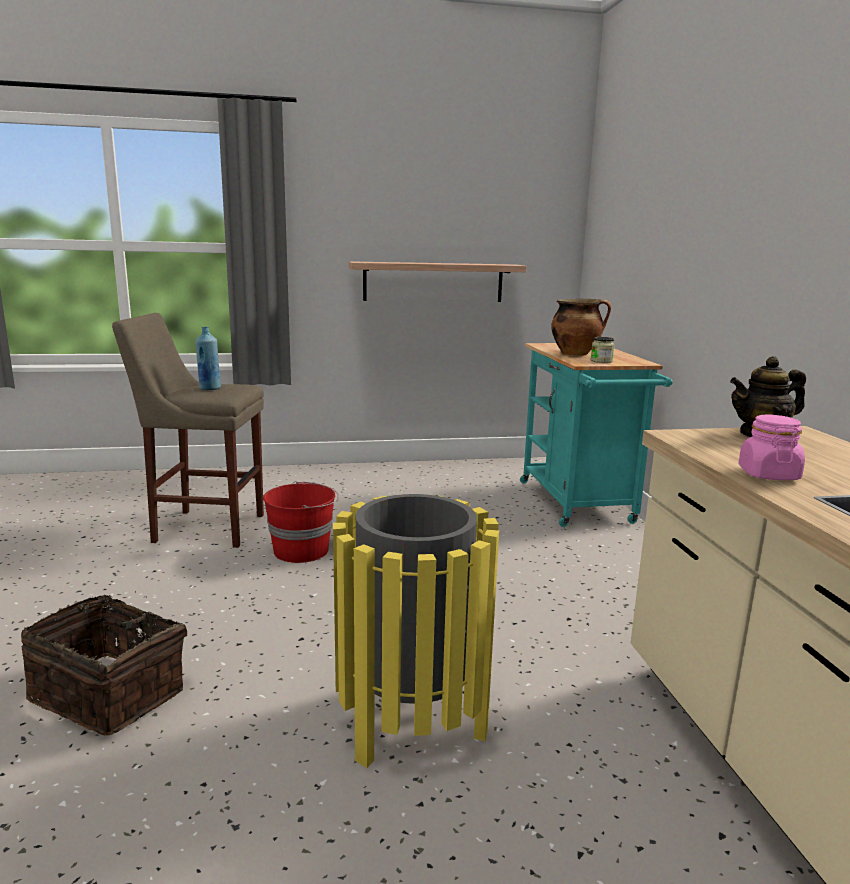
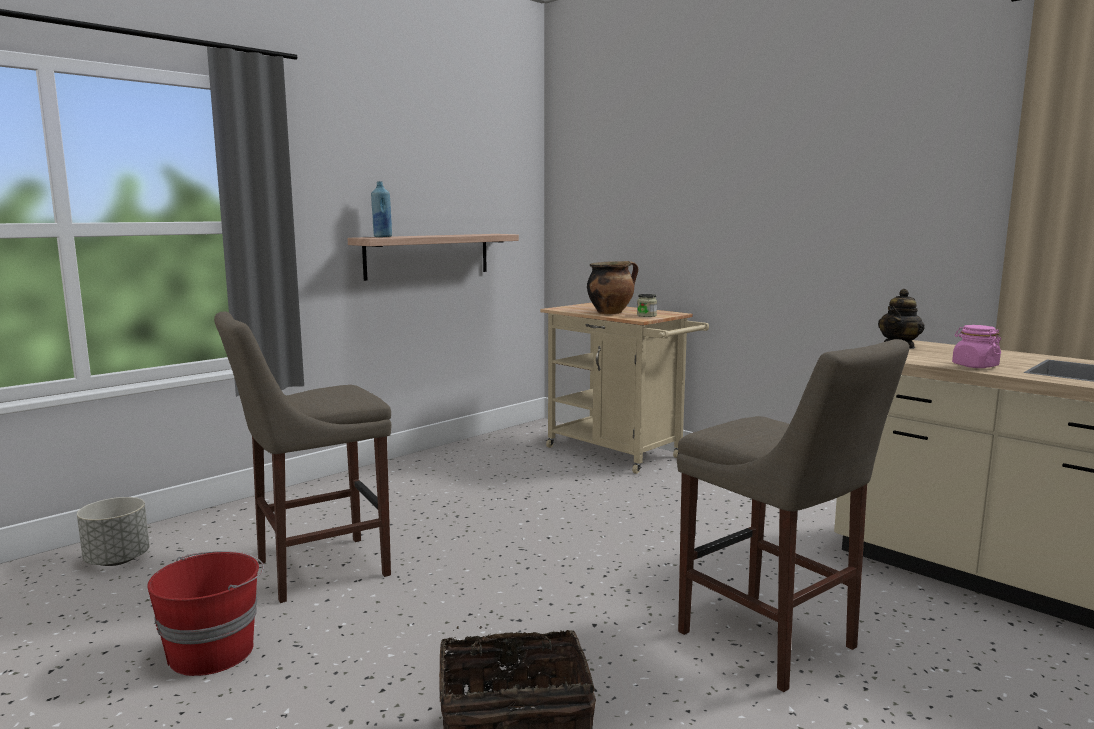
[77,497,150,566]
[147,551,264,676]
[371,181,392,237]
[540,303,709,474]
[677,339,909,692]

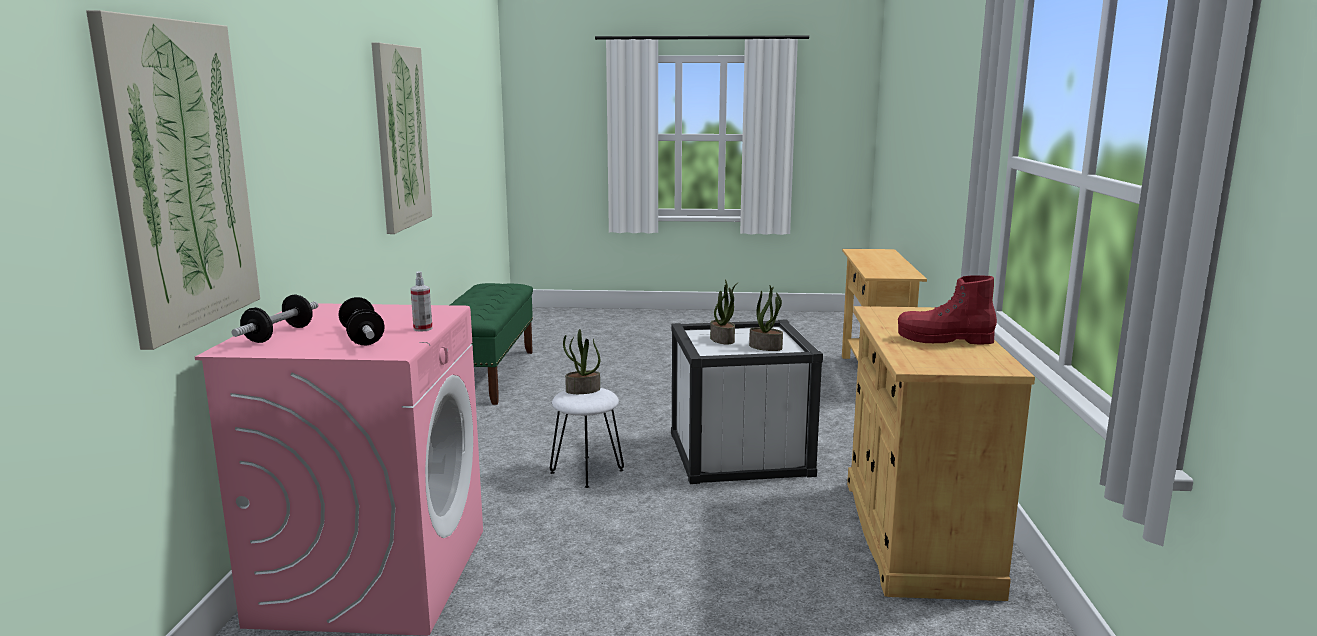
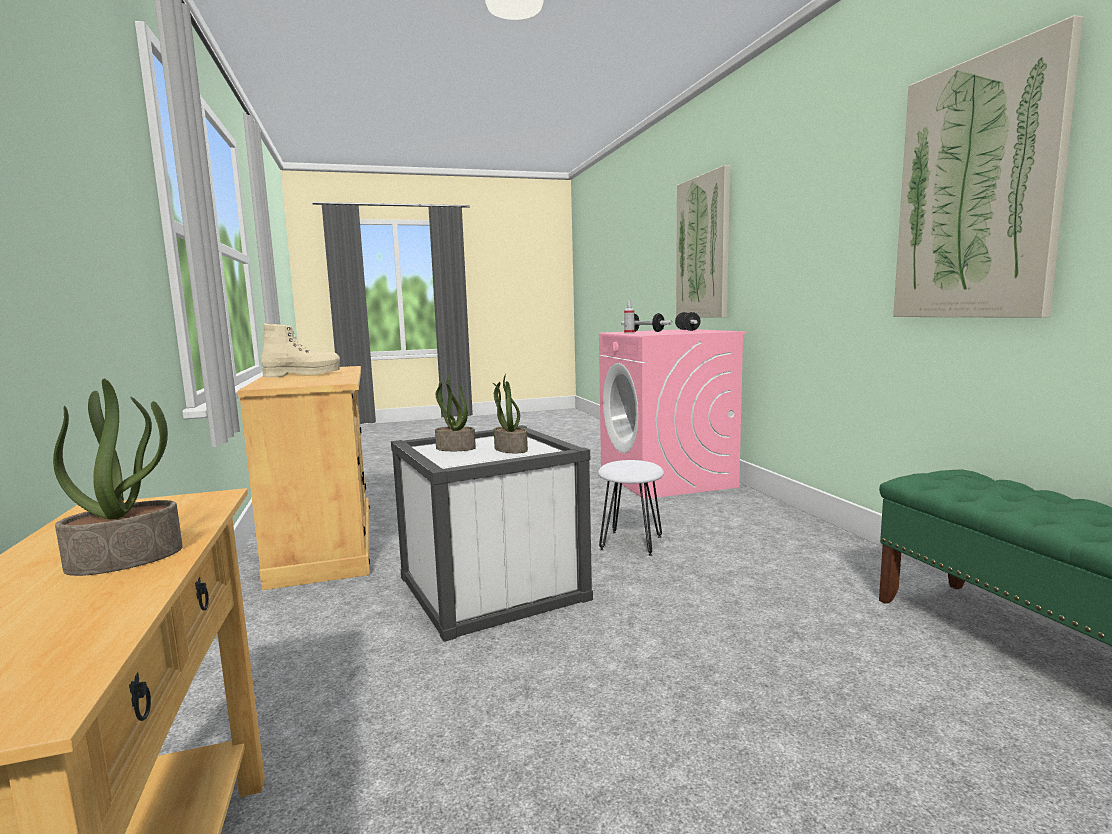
[53,379,183,576]
[261,323,340,377]

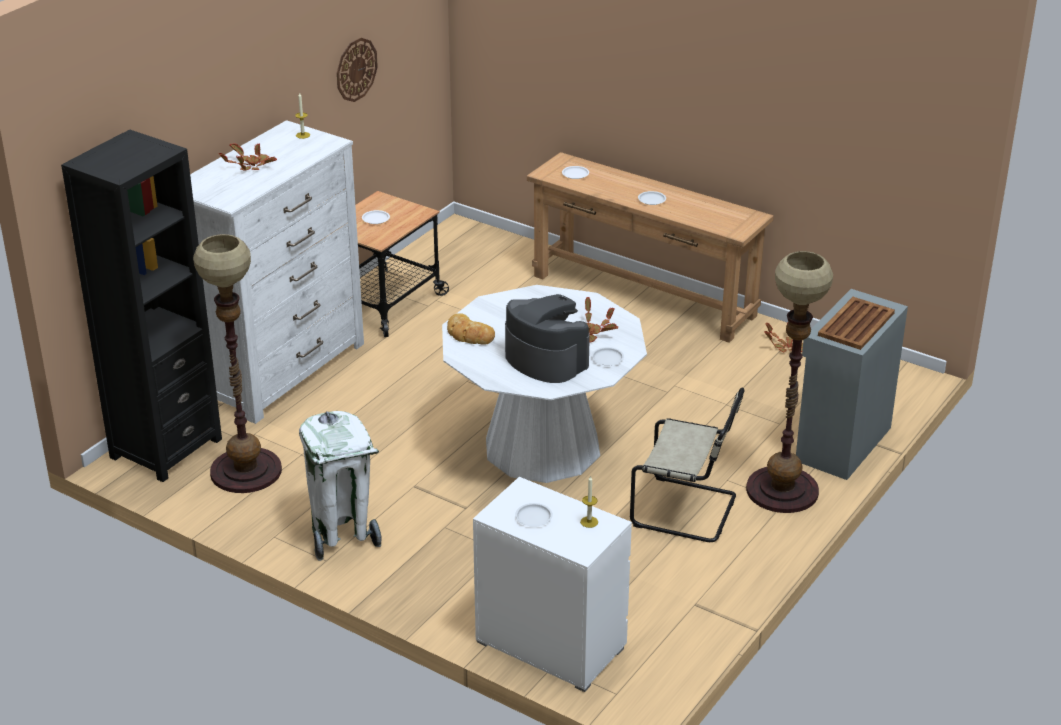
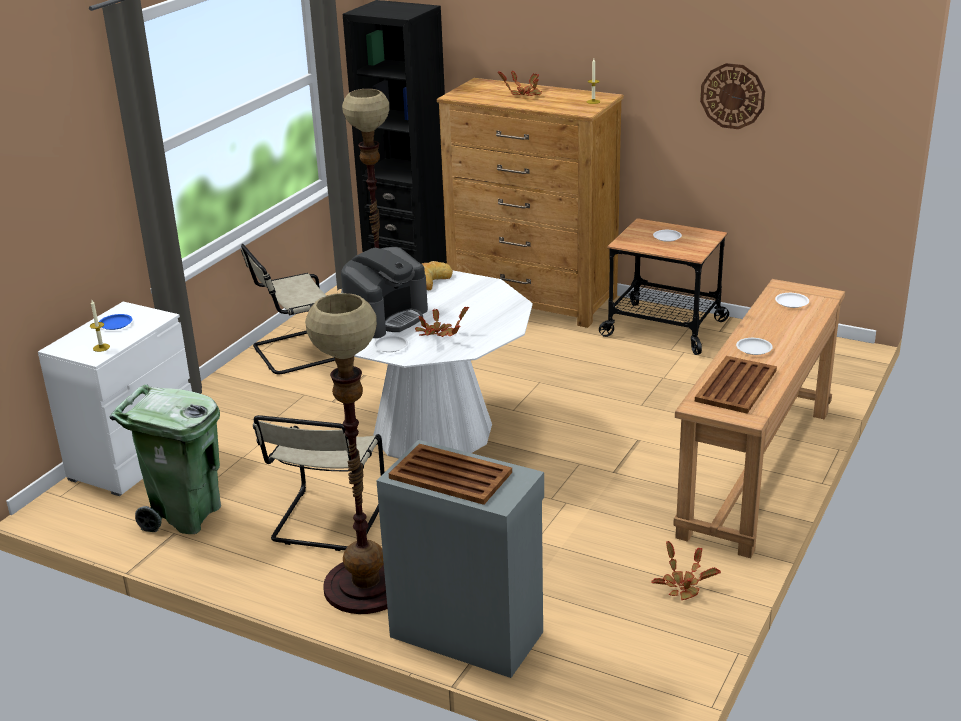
[99,314,133,330]
[109,384,221,534]
[241,244,335,374]
[437,78,624,328]
[695,356,777,414]

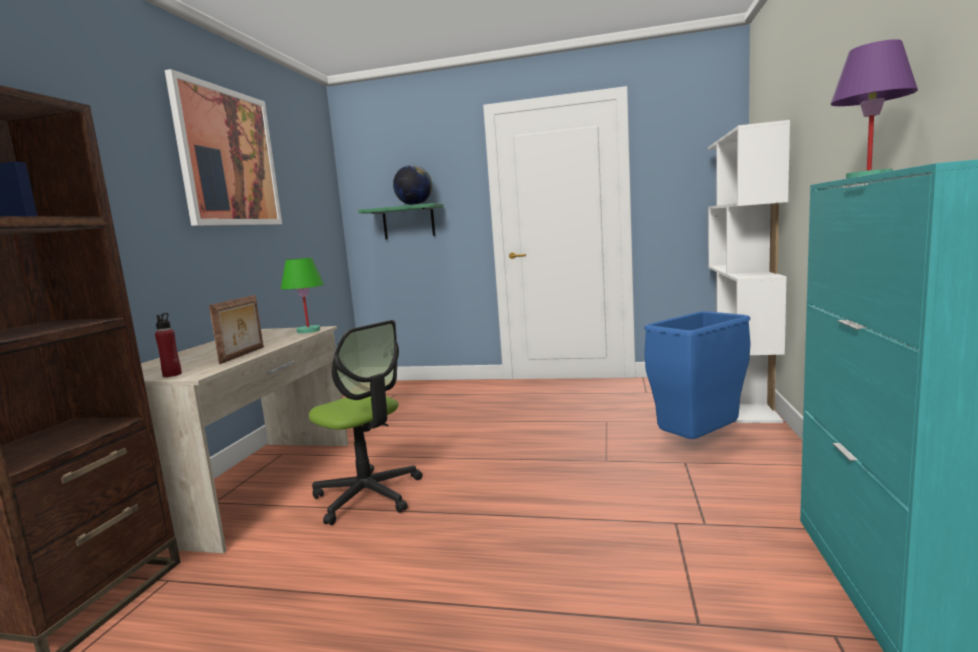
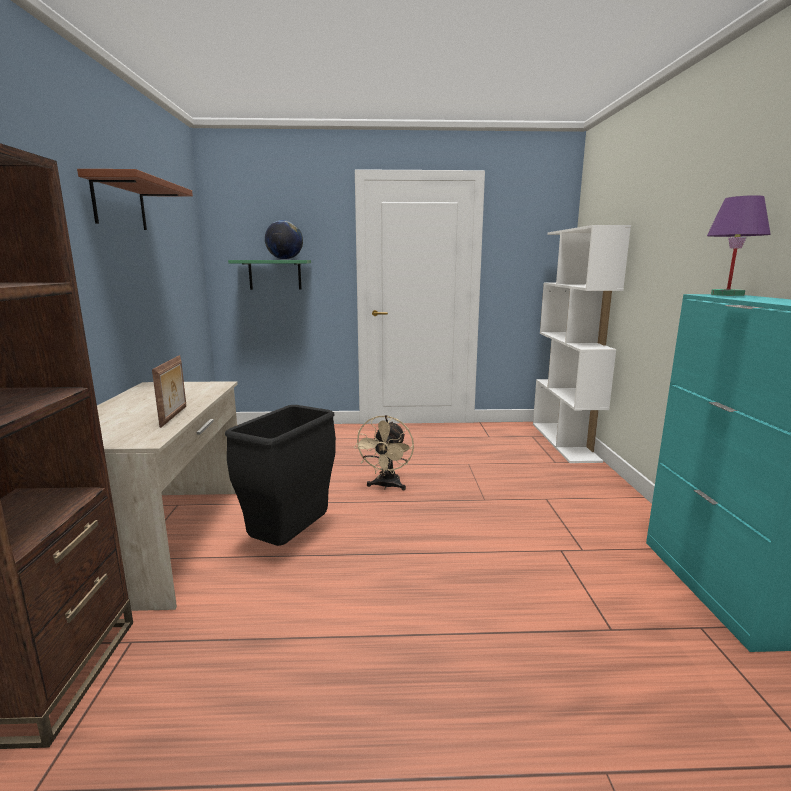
[77,169,193,230]
[225,405,336,546]
[354,415,414,490]
[155,313,182,377] (first image)
[281,258,324,333] (first image)
[644,311,750,439] (first image)

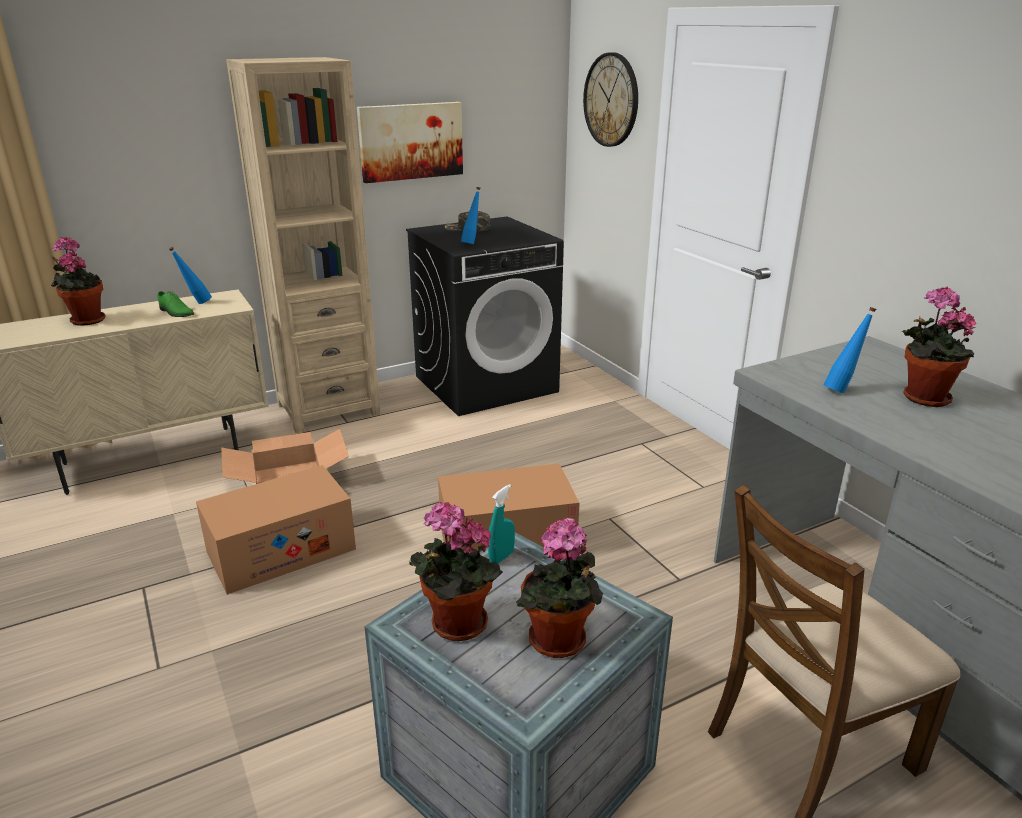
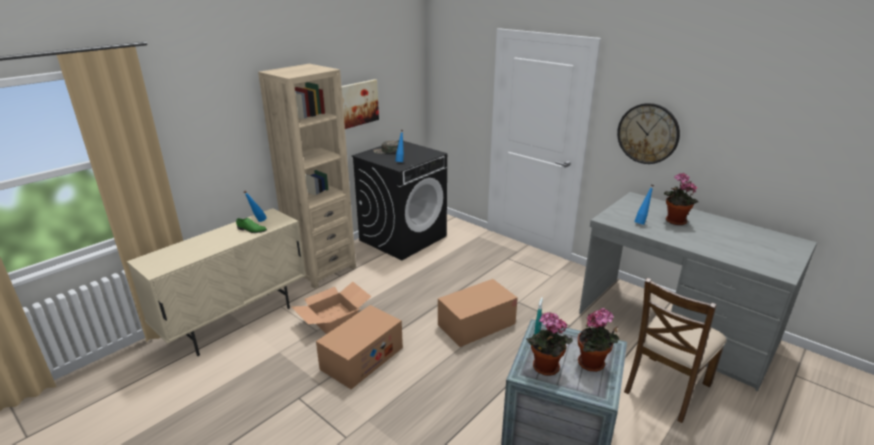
[617,103,680,164]
[51,237,106,326] (first image)

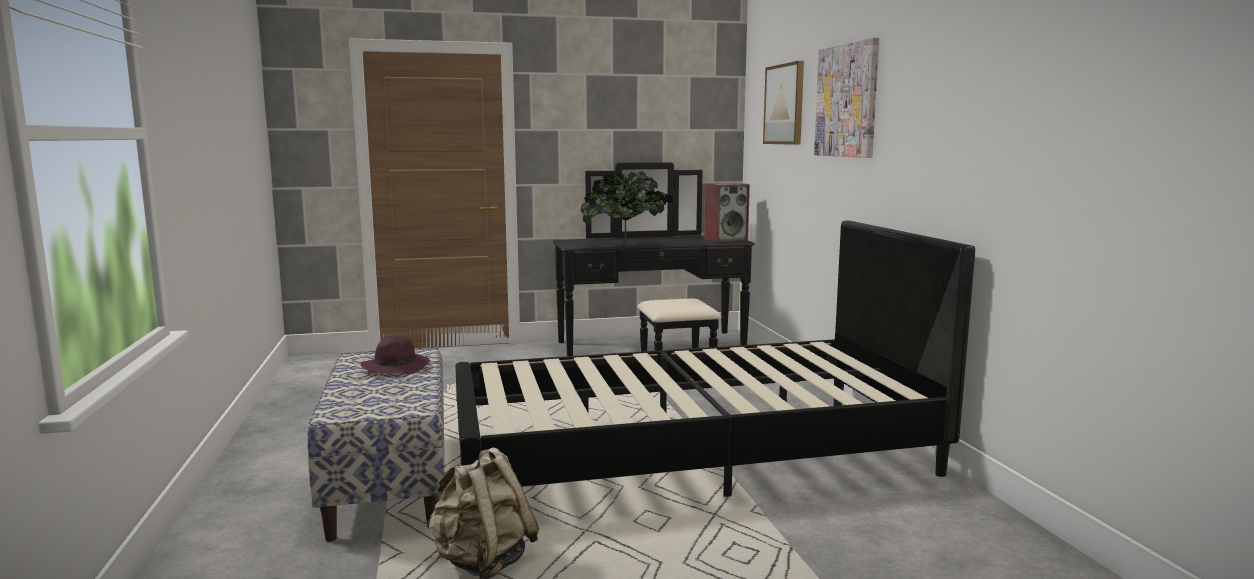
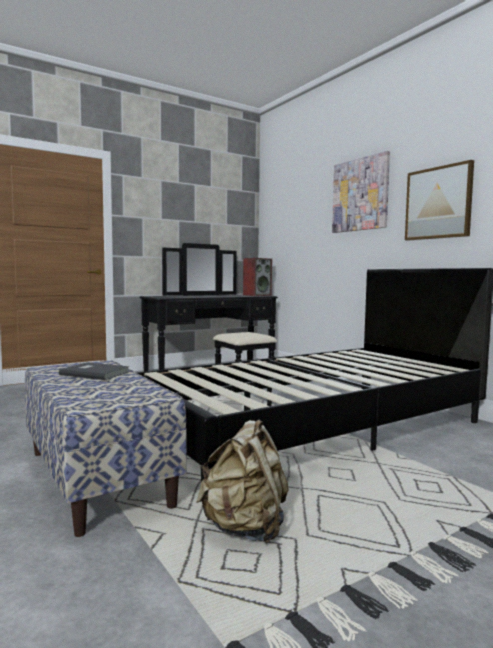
[59,362,129,380]
[405,160,474,241]
[580,171,673,246] (first image)

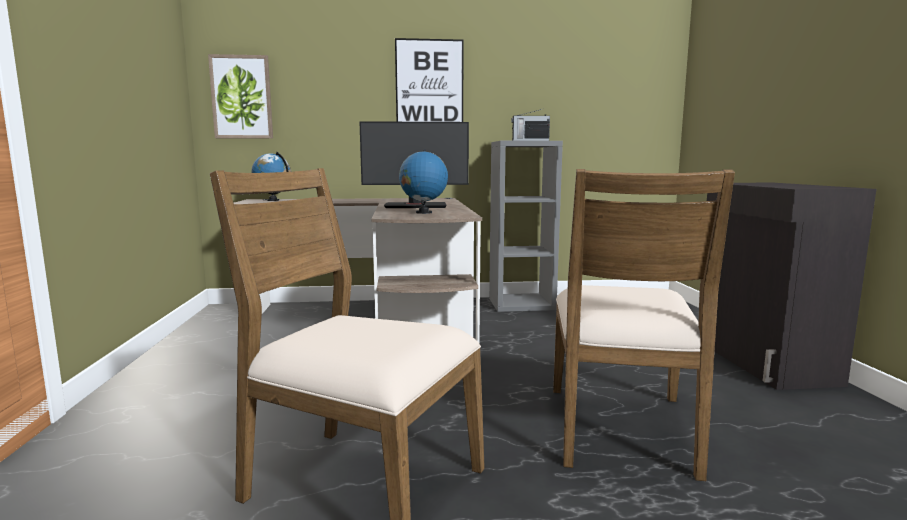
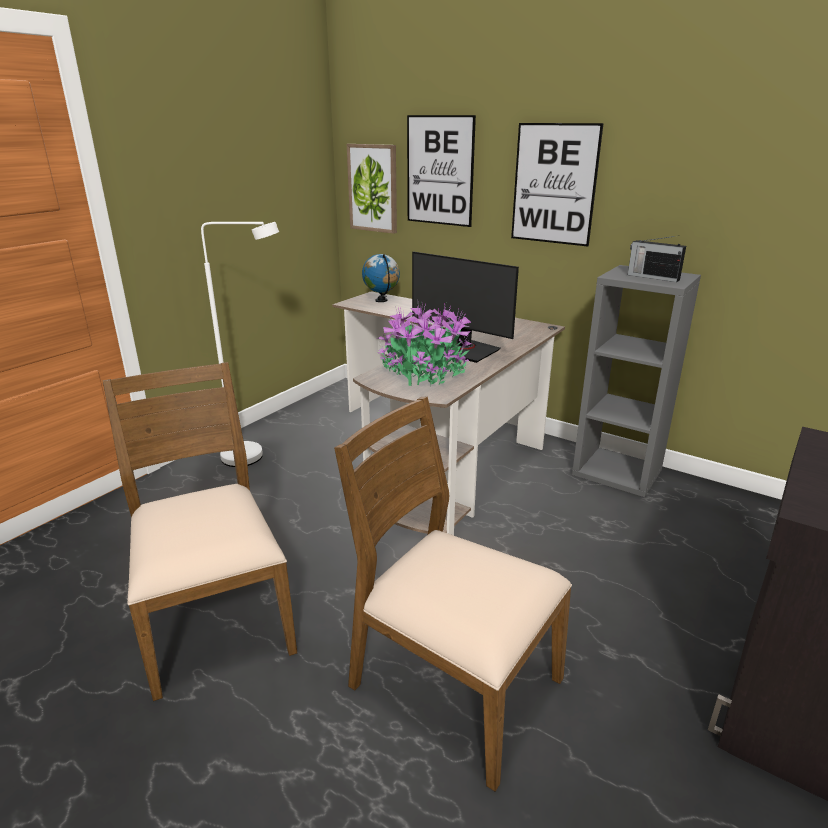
[201,222,279,467]
[334,397,572,792]
[377,302,473,386]
[407,115,476,227]

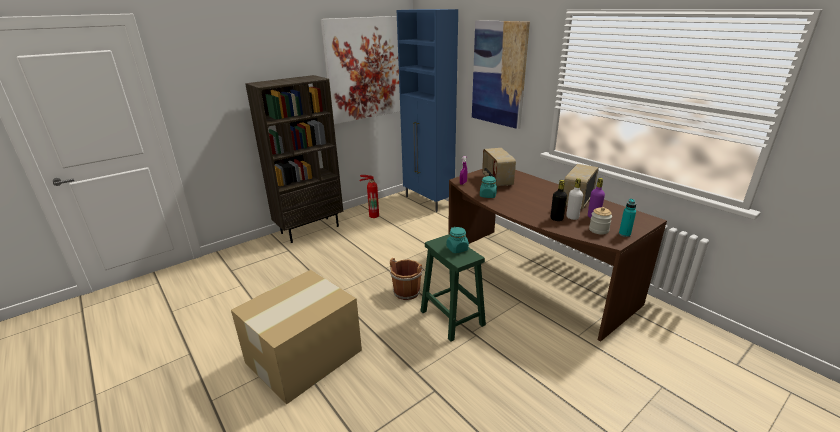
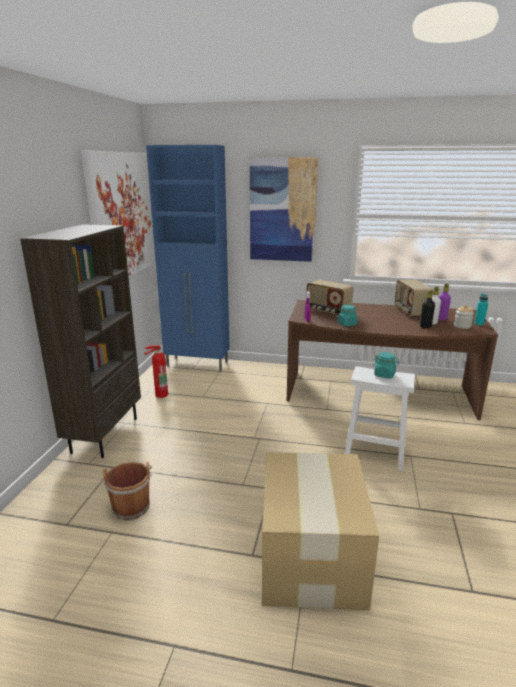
[102,462,152,520]
[345,366,415,471]

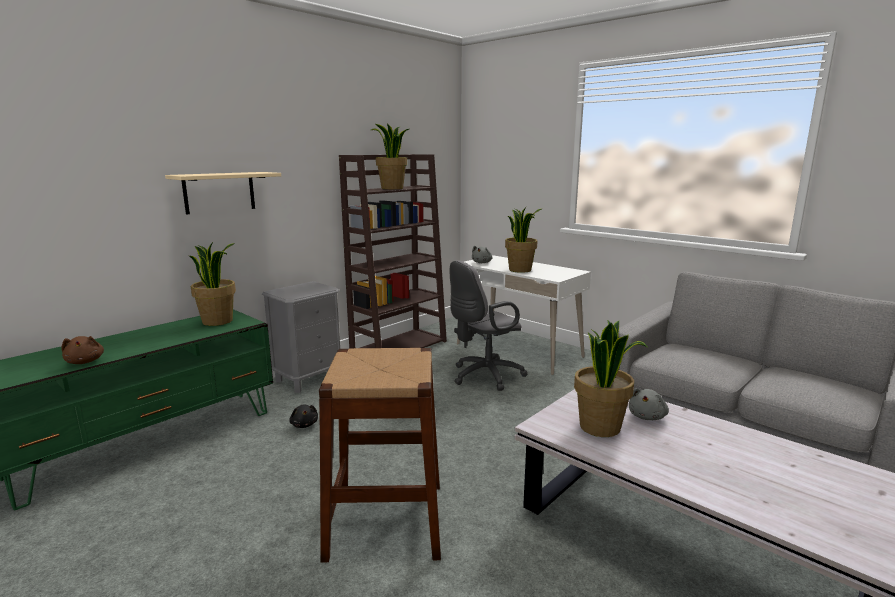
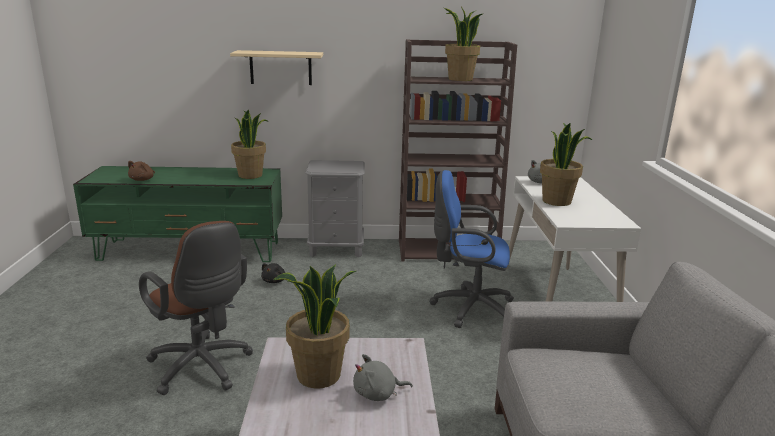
[139,221,253,395]
[430,170,514,328]

